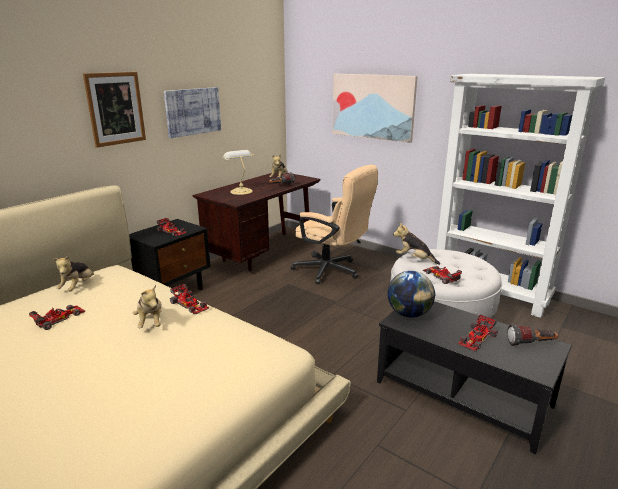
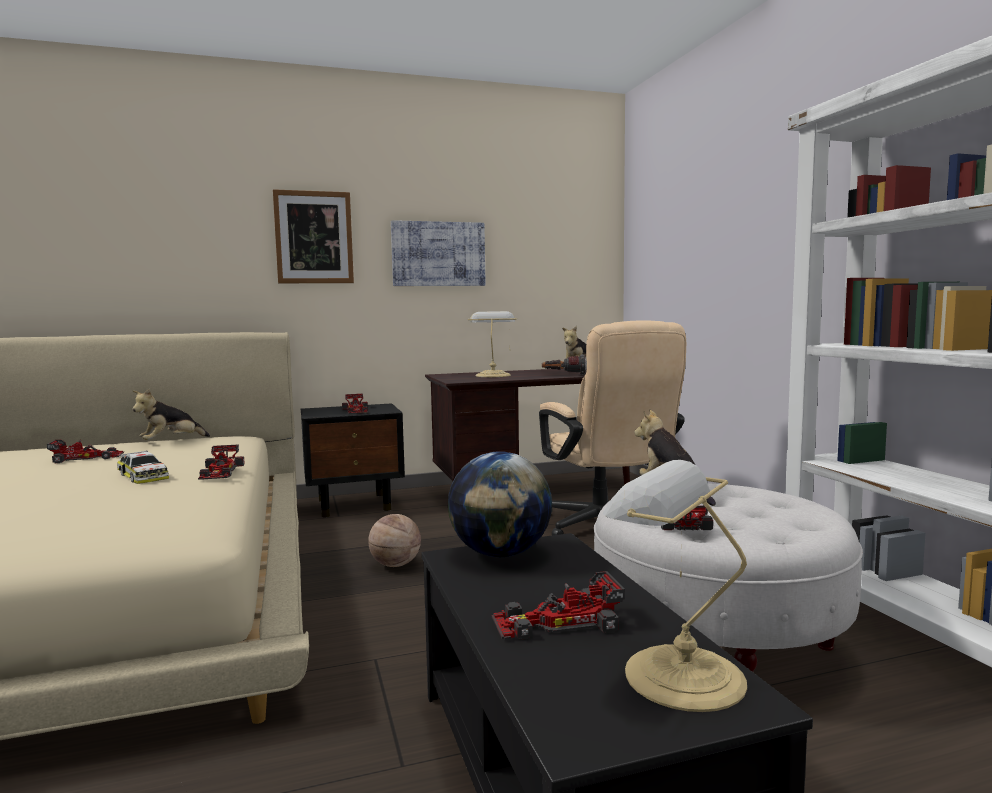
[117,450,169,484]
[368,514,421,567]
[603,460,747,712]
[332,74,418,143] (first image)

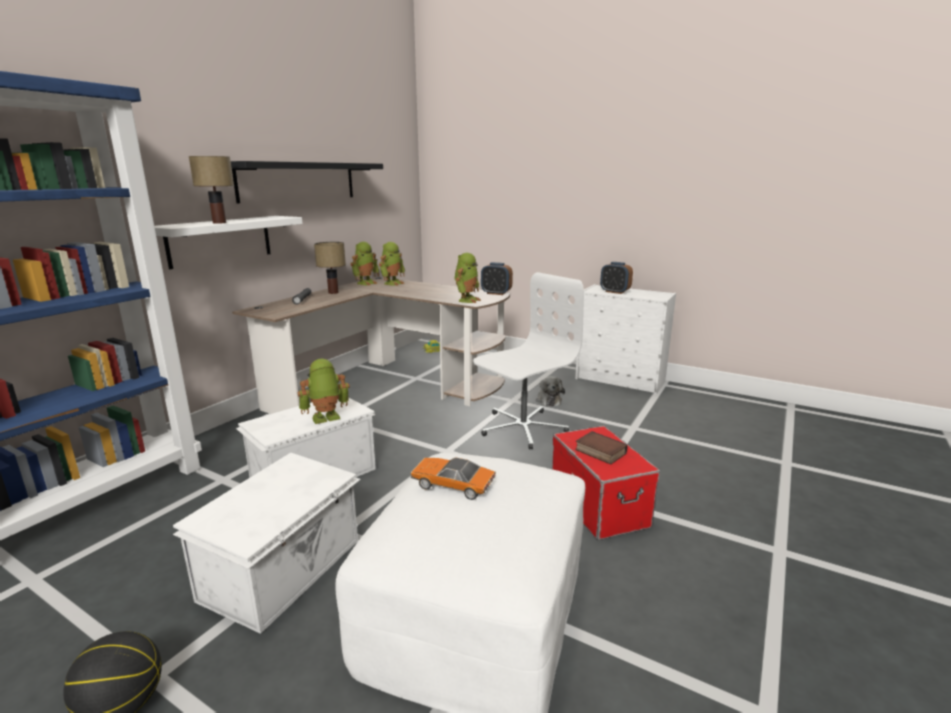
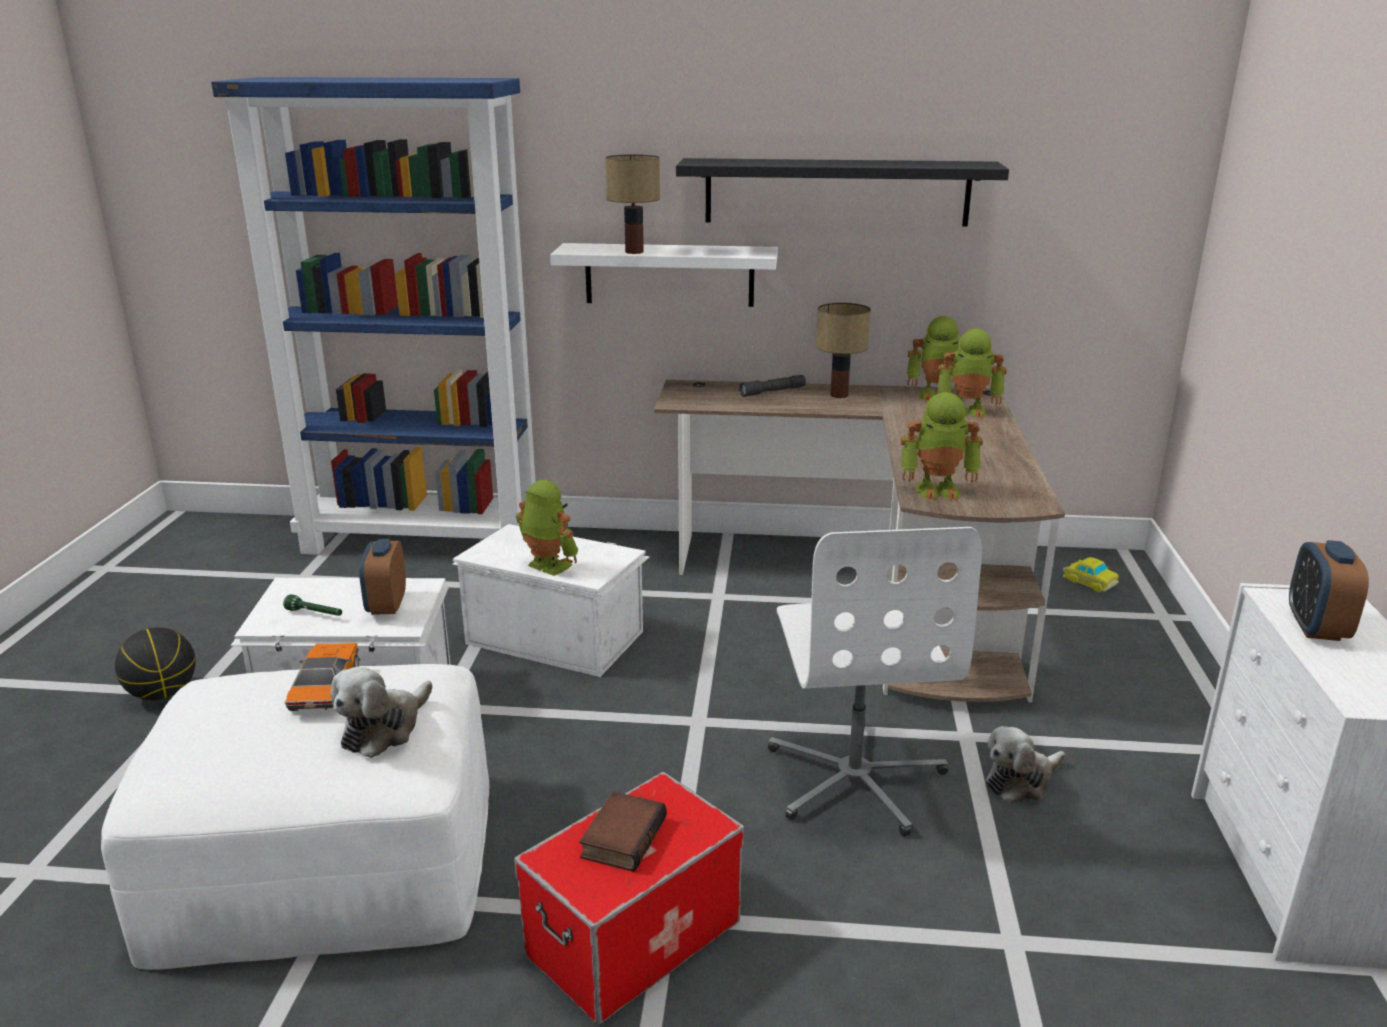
[283,594,342,616]
[330,667,433,758]
[359,539,406,615]
[768,527,982,837]

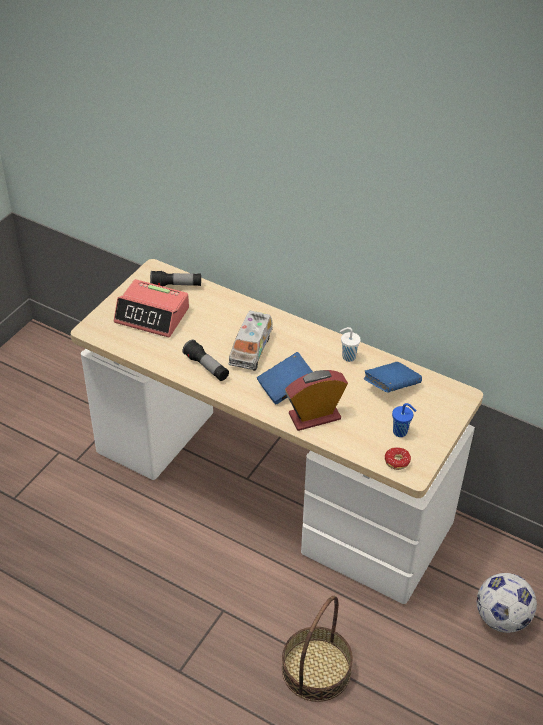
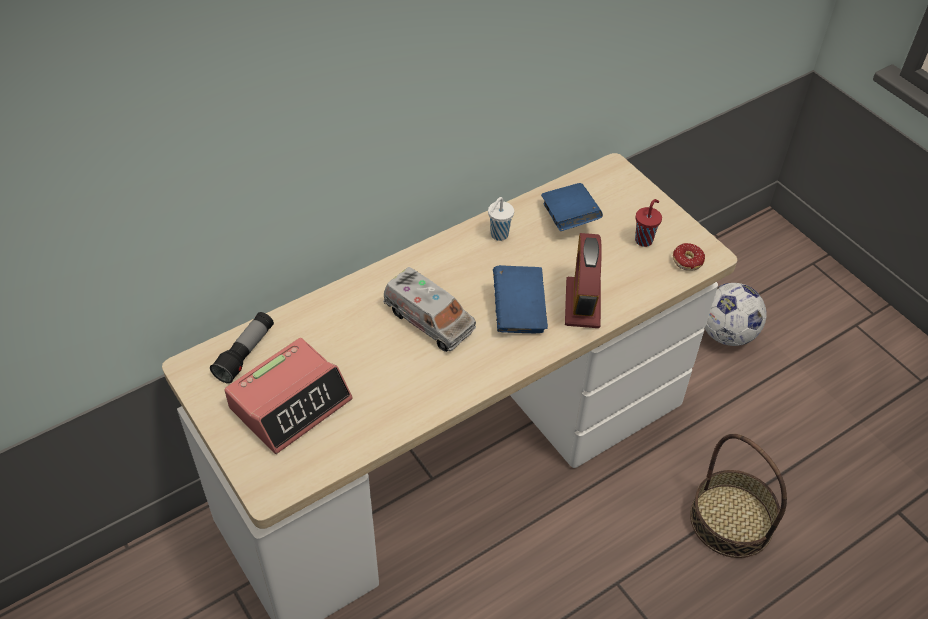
[635,199,662,247]
[183,339,229,381] (first image)

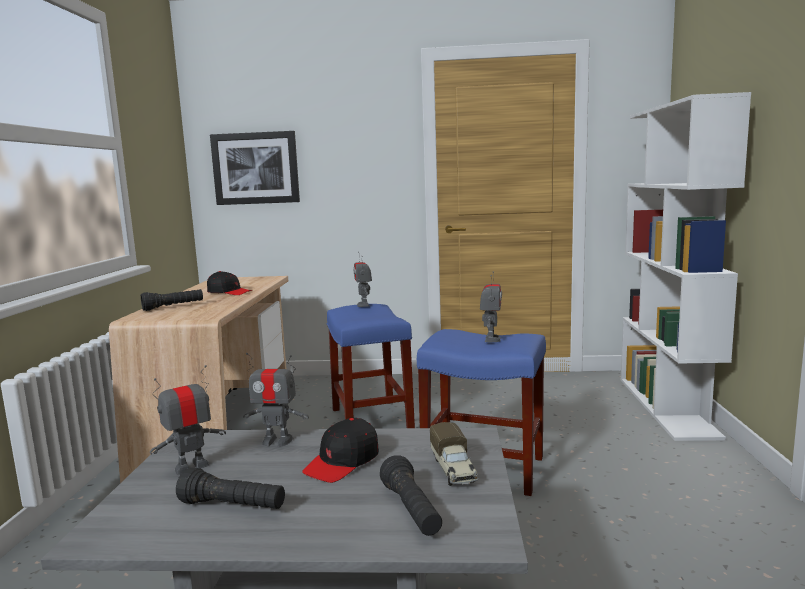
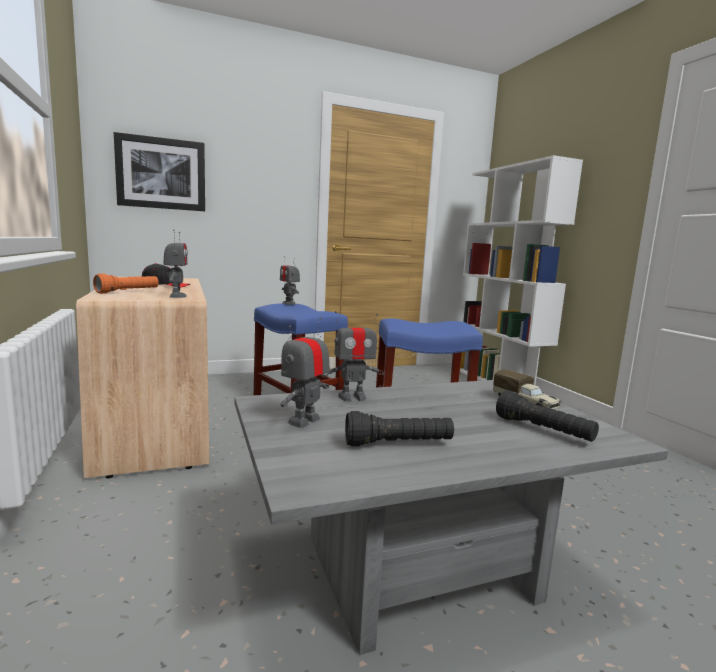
[93,274,159,294]
[163,230,188,298]
[302,418,379,483] (first image)

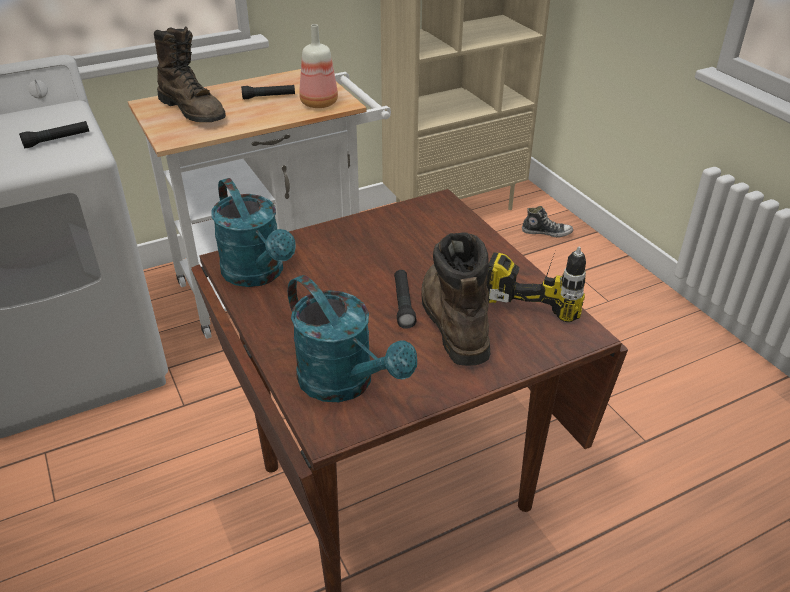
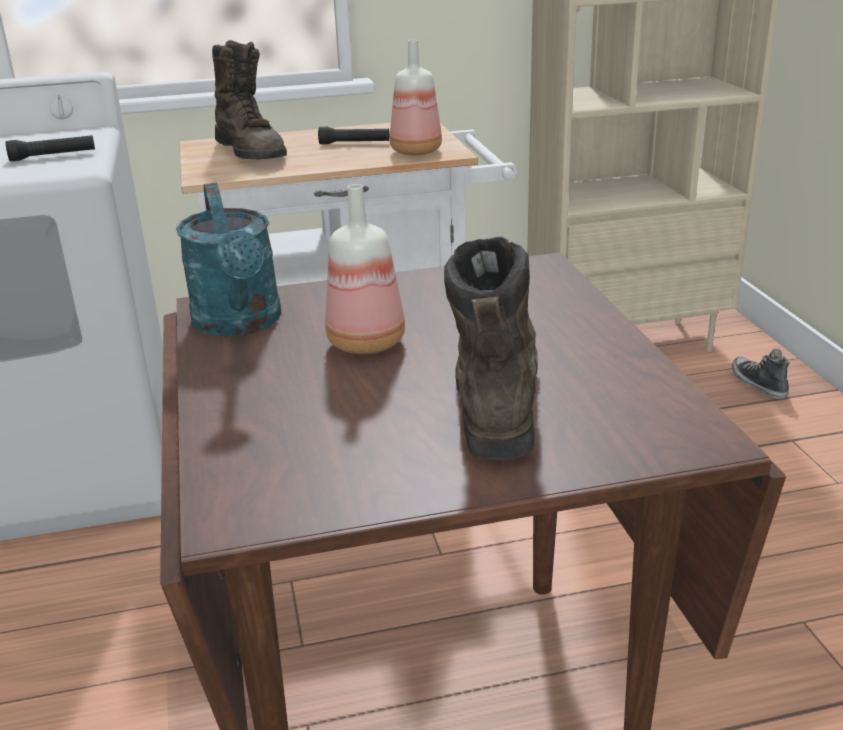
[325,184,405,354]
[732,349,790,399]
[288,275,417,402] (first image)
[394,270,416,329] (first image)
[487,247,586,322] (first image)

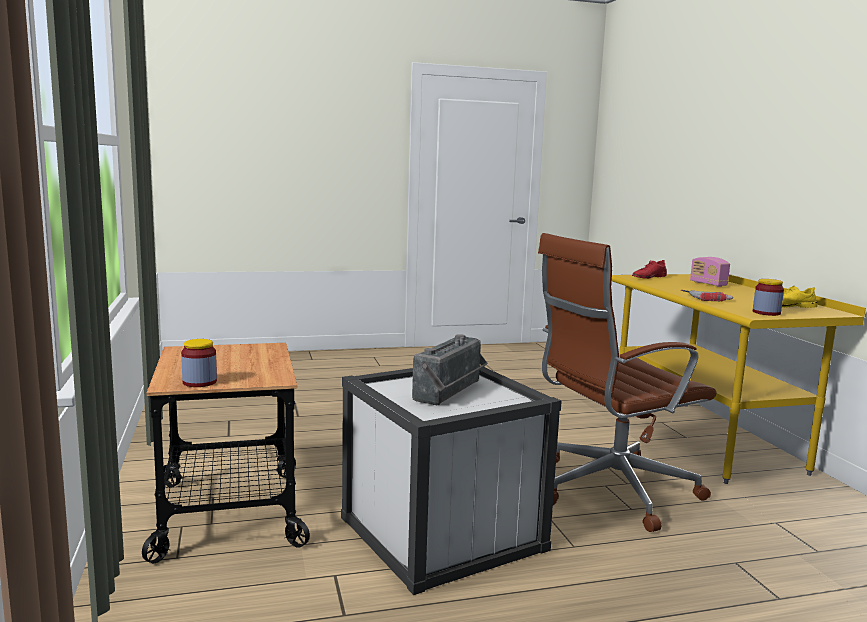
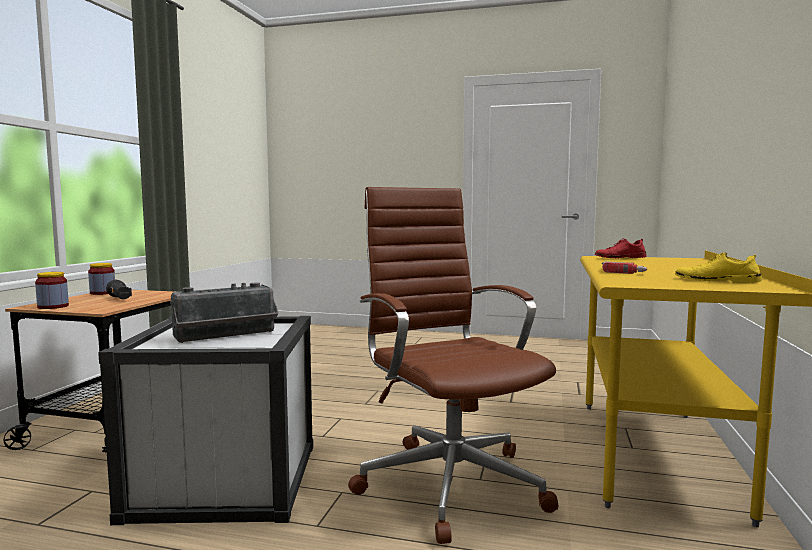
[88,263,115,295]
[106,280,132,299]
[348,187,559,544]
[690,257,730,287] (first image)

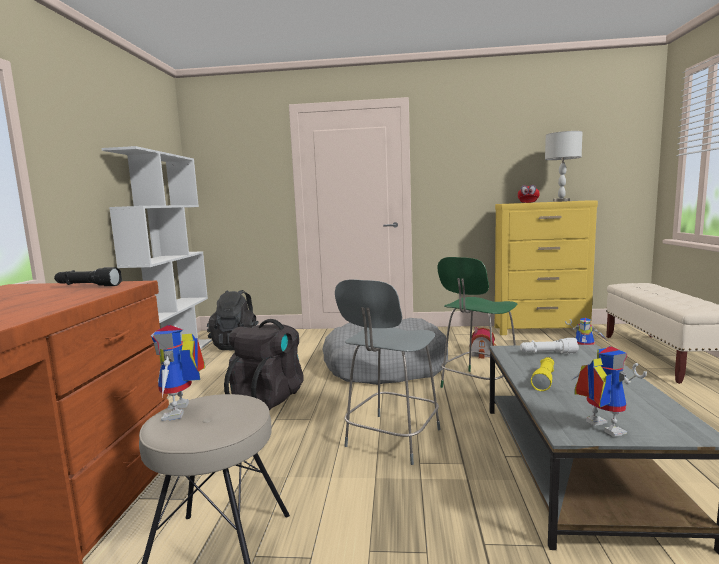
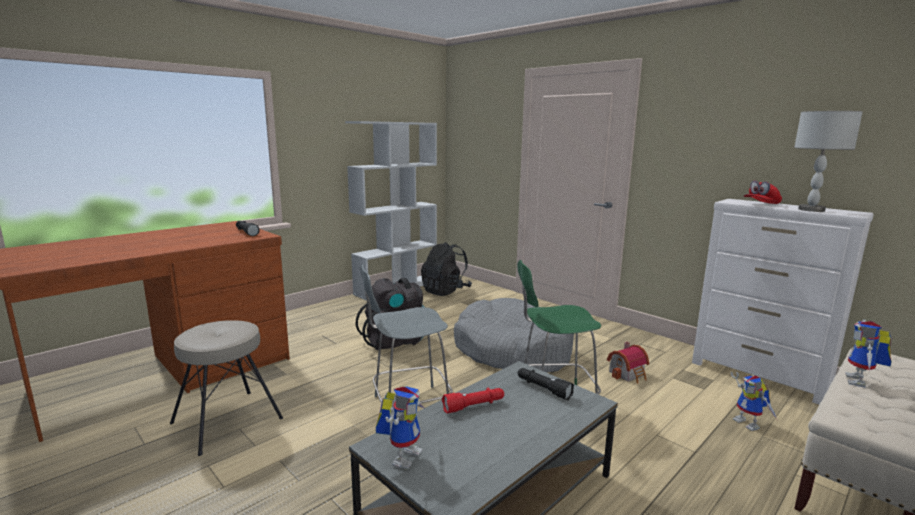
[442,388,504,414]
[517,368,574,400]
[692,199,874,404]
[845,320,892,387]

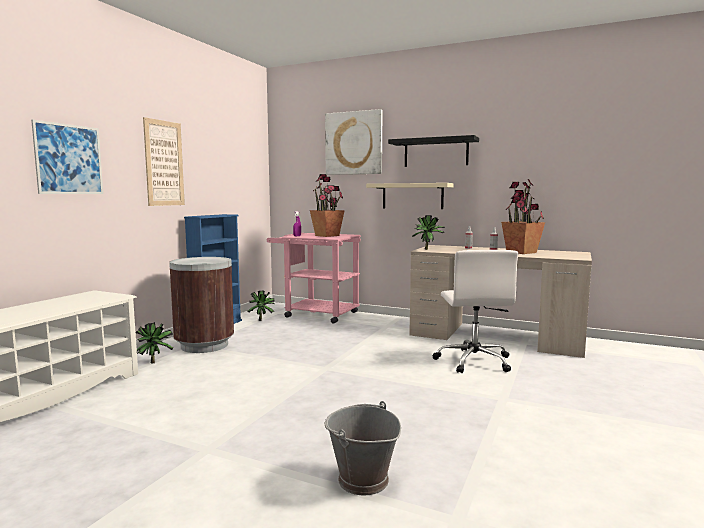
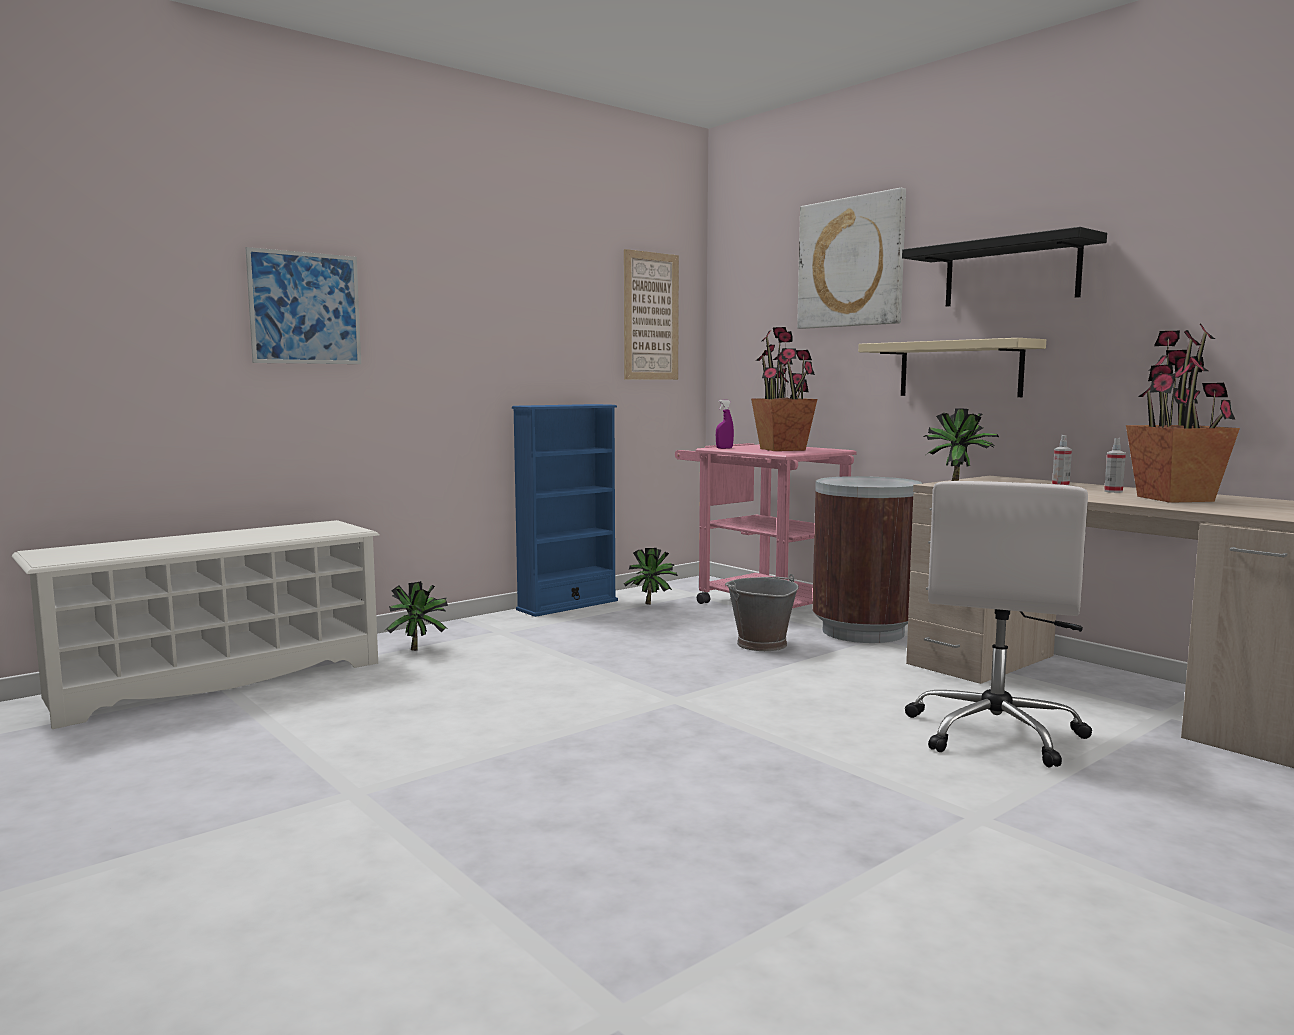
[624,249,679,380]
[725,574,799,651]
[812,476,922,643]

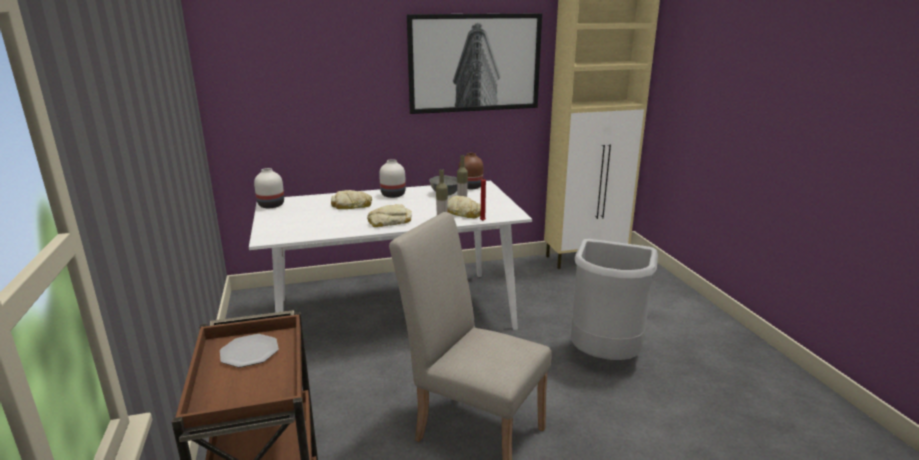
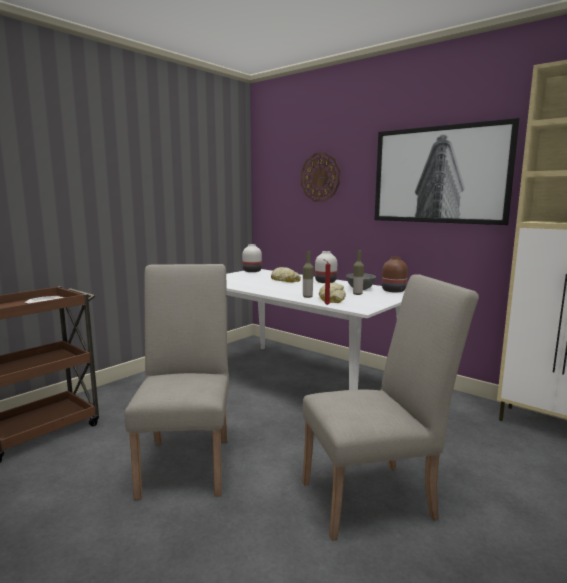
[301,152,340,202]
[302,274,479,541]
[367,204,412,227] (first image)

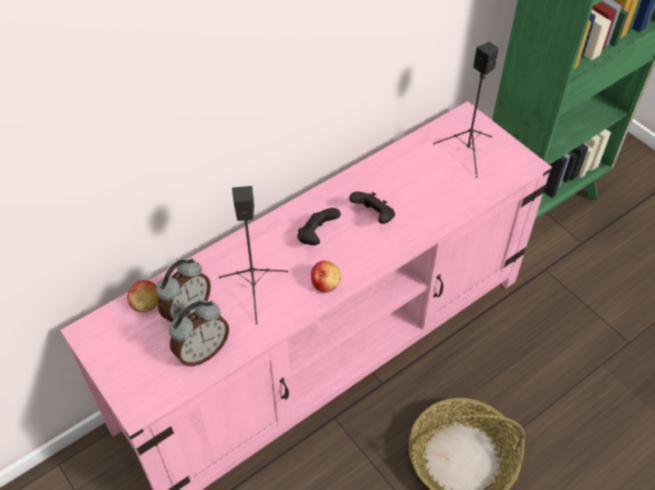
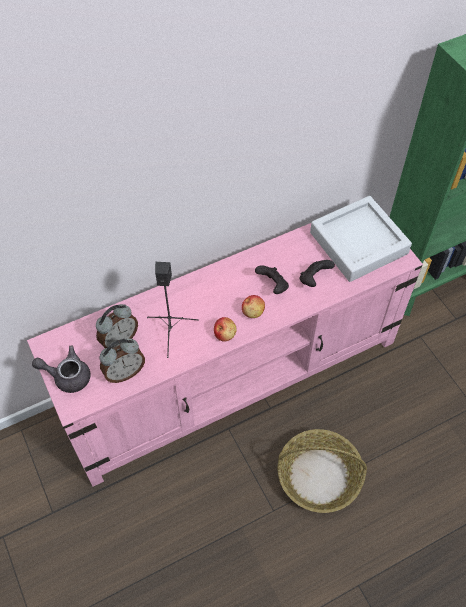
[32,345,90,393]
[242,295,265,318]
[300,260,335,287]
[310,196,412,282]

